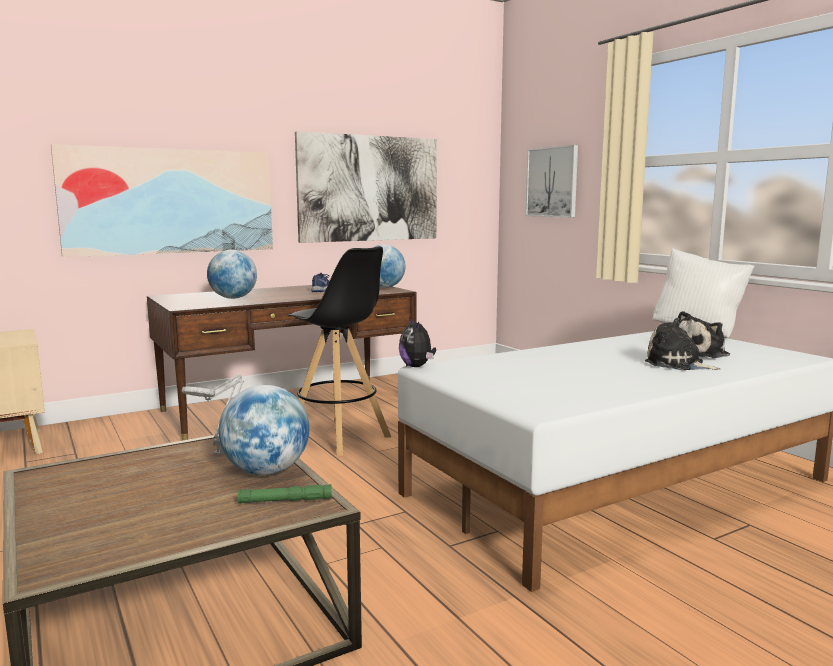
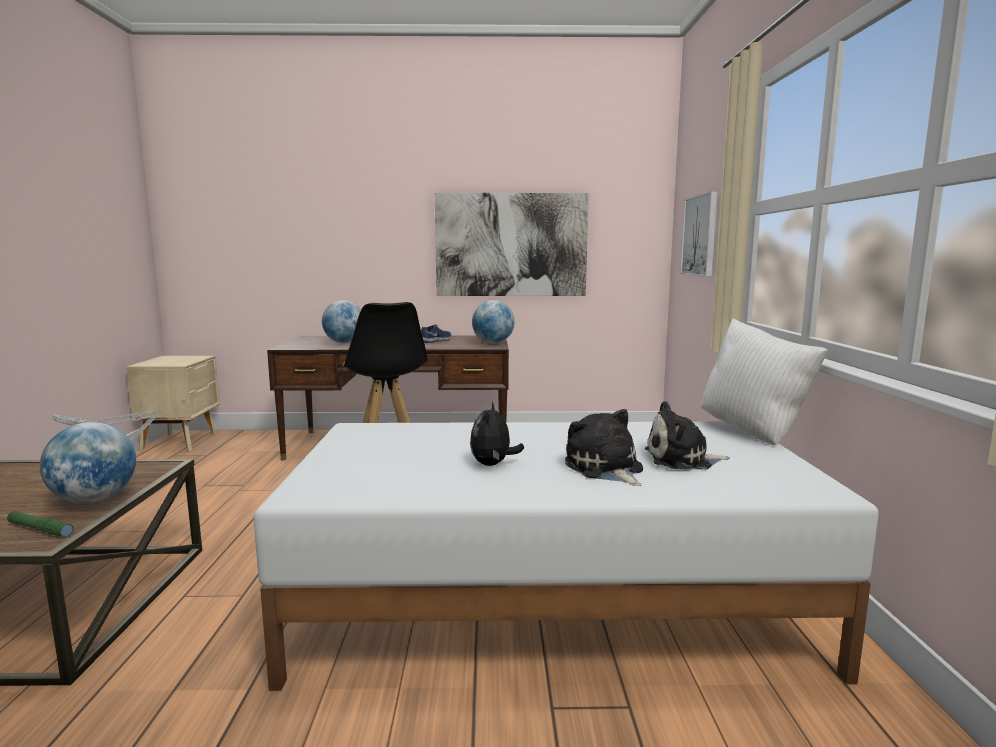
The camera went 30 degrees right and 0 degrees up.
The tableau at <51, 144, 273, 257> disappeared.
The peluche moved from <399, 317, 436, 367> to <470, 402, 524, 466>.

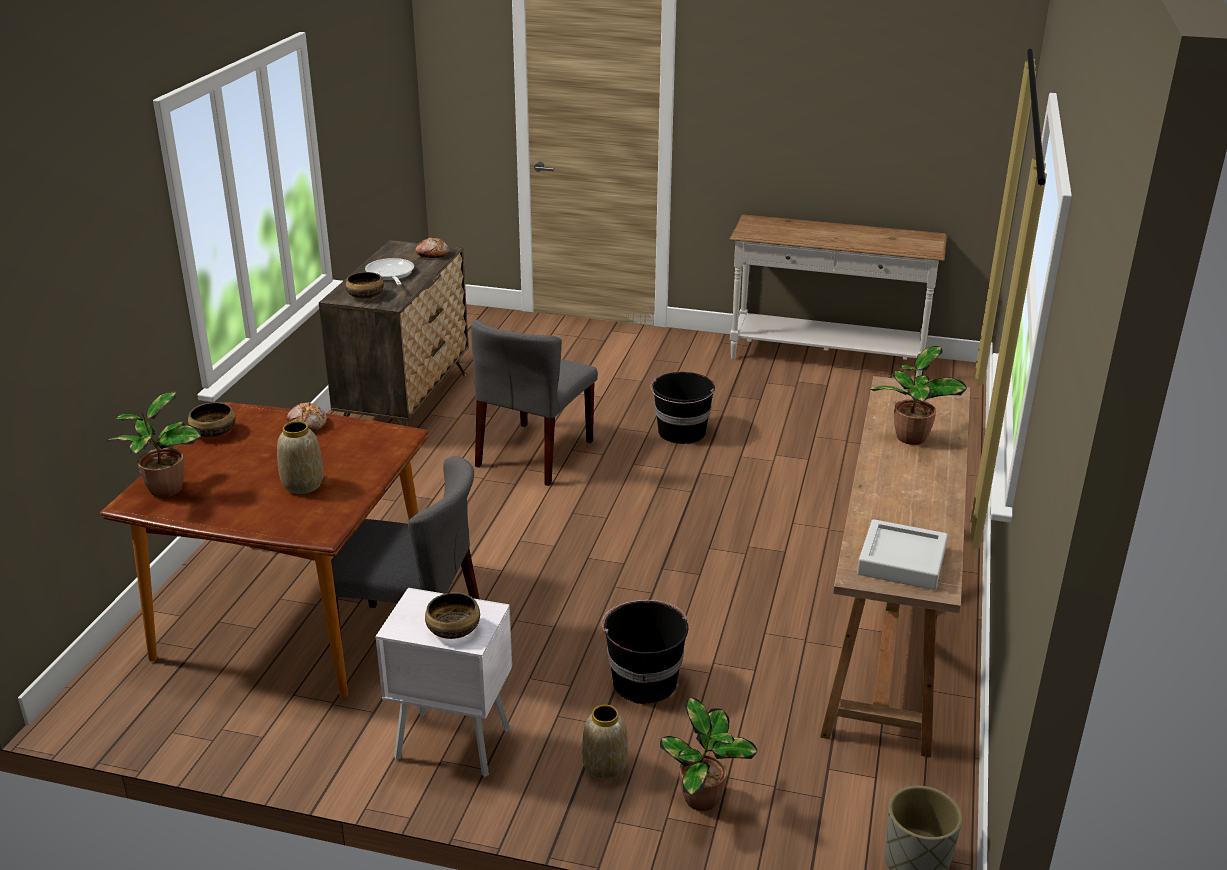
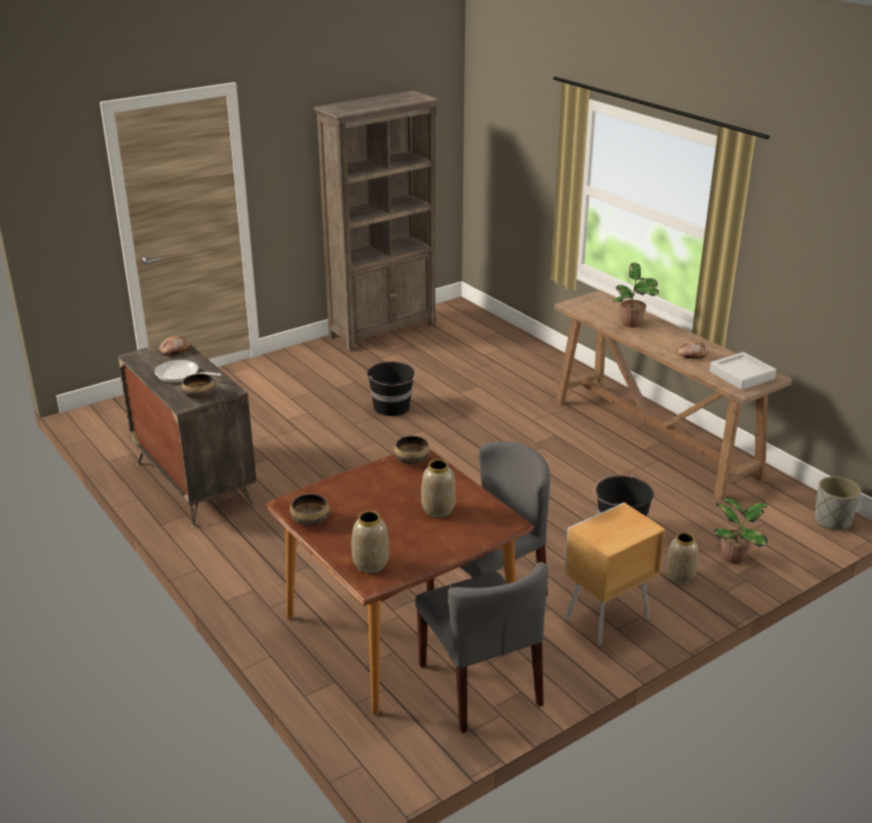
The camera went 50 degrees left and 0 degrees up.
The pain moved from <287, 402, 327, 431> to <677, 341, 709, 359>.
The bol moved from <425, 593, 480, 639> to <394, 436, 430, 464>.
The chaise/gris moved from <471, 320, 598, 486> to <415, 562, 548, 733>.
The plante en pot at <107, 392, 201, 498> was replaced by the vase at <352, 511, 389, 573>.
The table console/blanc at <729, 215, 947, 377> was replaced by the bibliothèque/marron at <313, 90, 440, 351>.
The table de chevet/blanc at <375, 588, 512, 777> became the table de chevet/marron at <564, 503, 666, 646>.

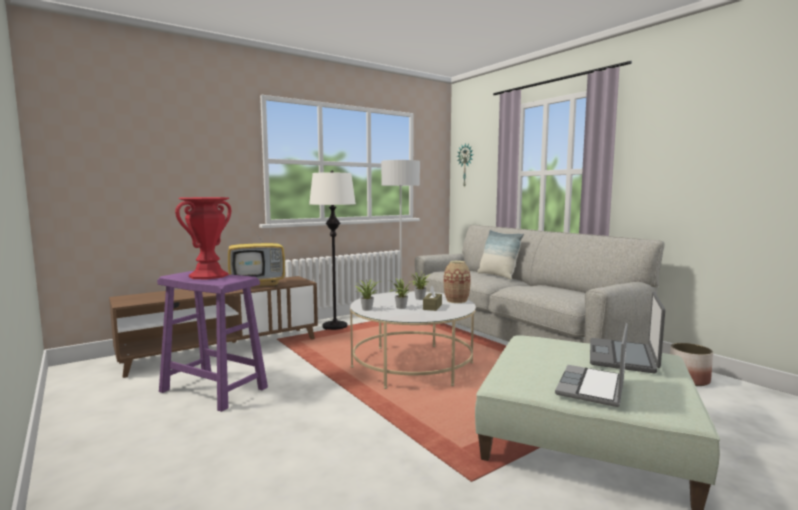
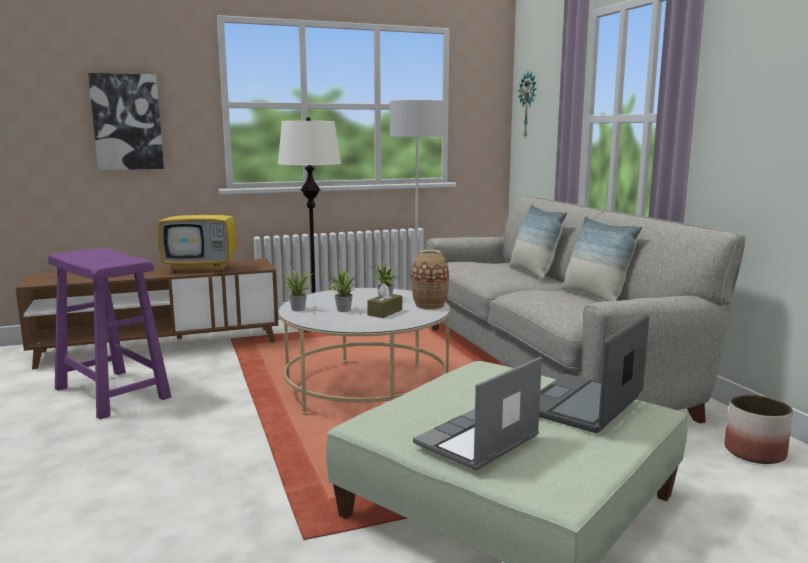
The camera went 15 degrees right and 5 degrees up.
The vase/rouge at <175, 197, 231, 279> disappeared.
The tableau at <88, 73, 164, 170> appeared.
The coussin at <561, 216, 642, 301> appeared.

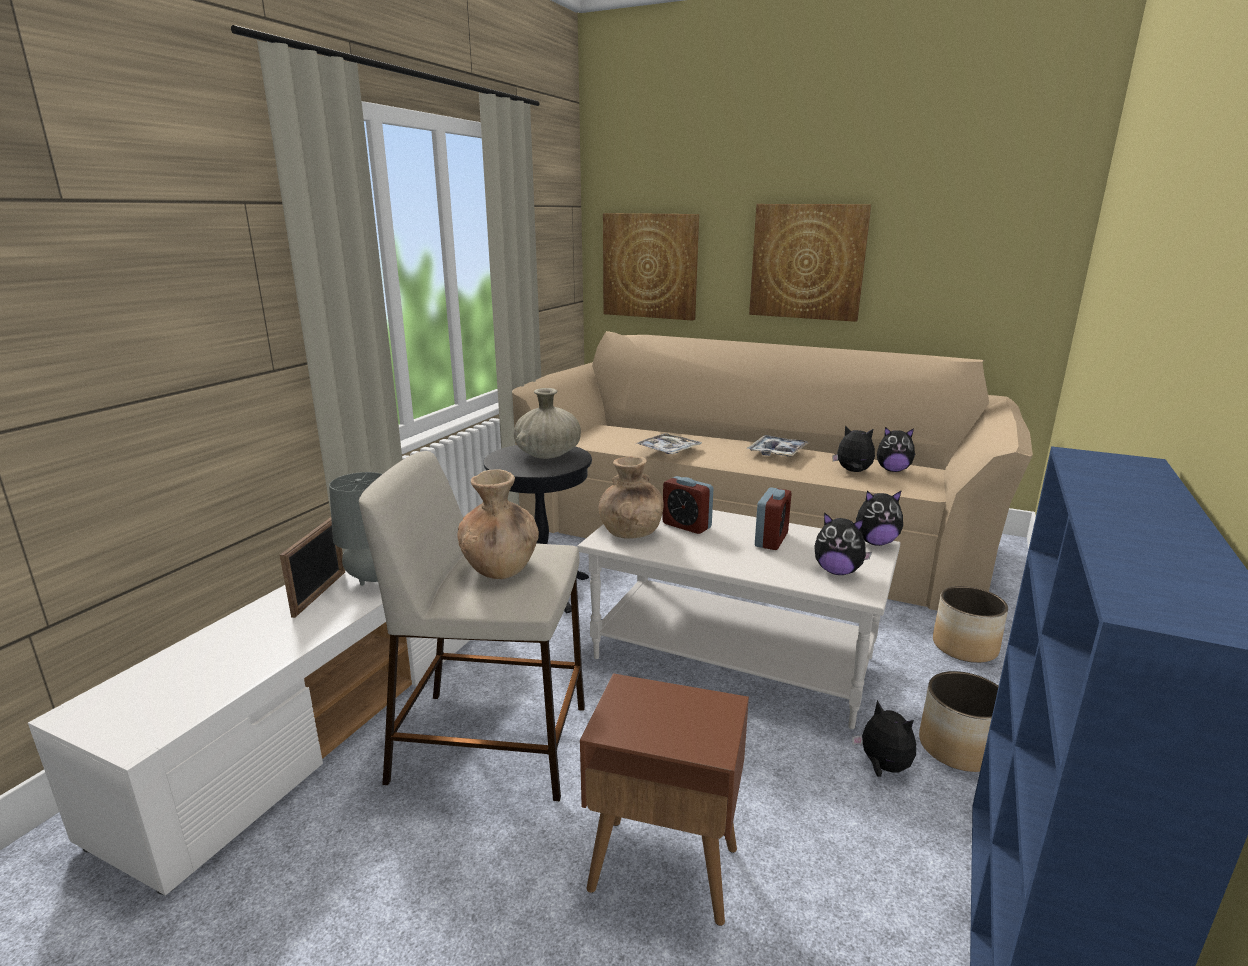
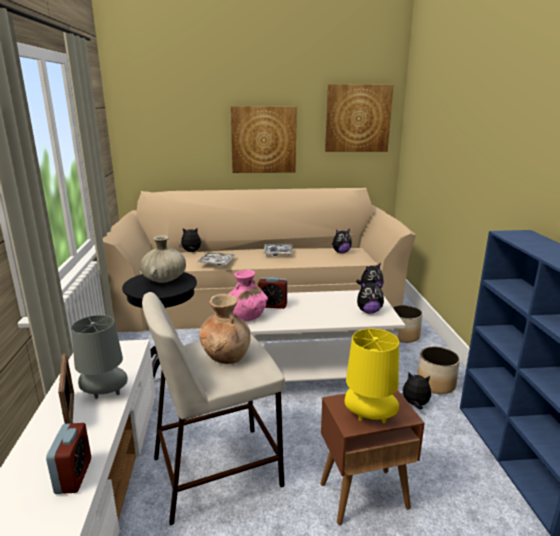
The camera went 30 degrees left and 0 degrees up.
The lampe de table/jaune at <344, 329, 399, 424> appeared.
The tableau moved from <603, 213, 699, 321> to <325, 84, 393, 152>.
The réveil moved from <755, 487, 791, 550> to <46, 423, 91, 494>.
The peluche moved from <832, 425, 875, 472> to <179, 228, 201, 252>.
The vase/marron at <599, 456, 664, 539> became the vase/rose at <229, 270, 268, 321>.

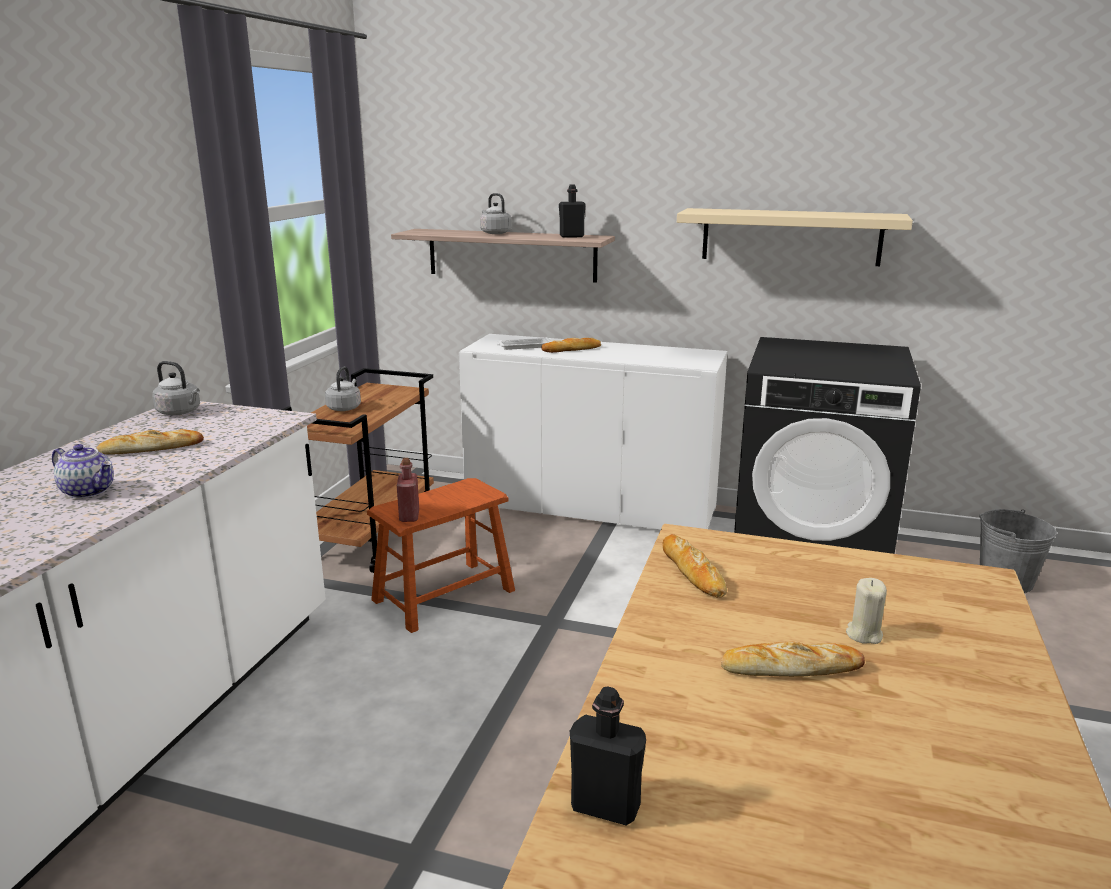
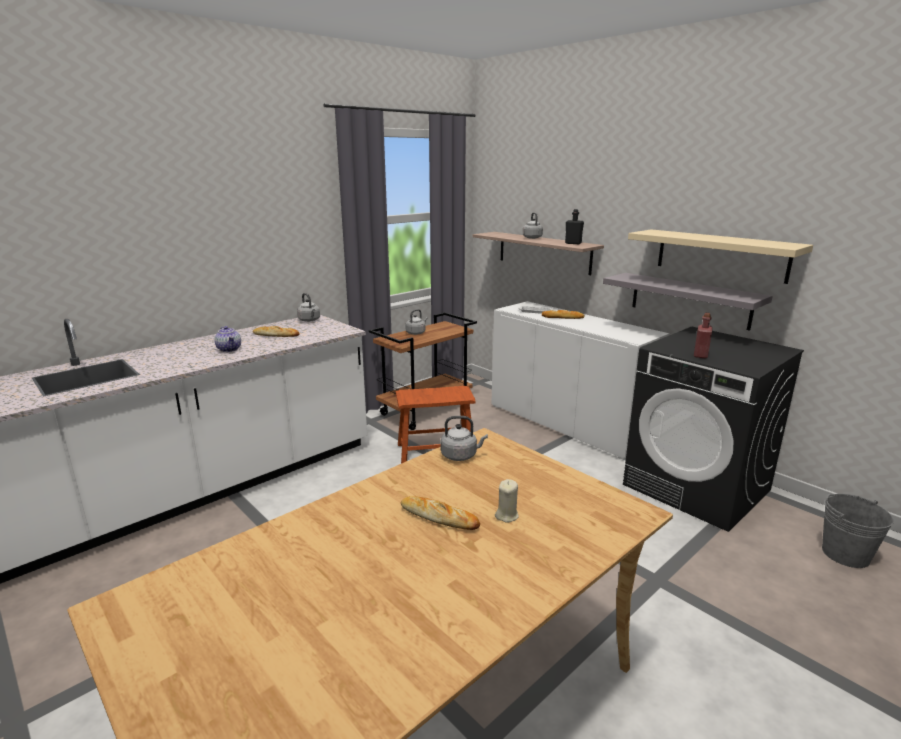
The camera went 30 degrees right and 0 degrees up.
The bouteille/noir at <570, 686, 646, 825> disappeared.
The étagère/gris at <603, 273, 773, 331> appeared.
The bouteille/rouge moved from <397, 458, 419, 522> to <694, 313, 712, 358>.
The pain at <663, 534, 727, 598> was replaced by the bouilloire/gris at <441, 416, 488, 461>.

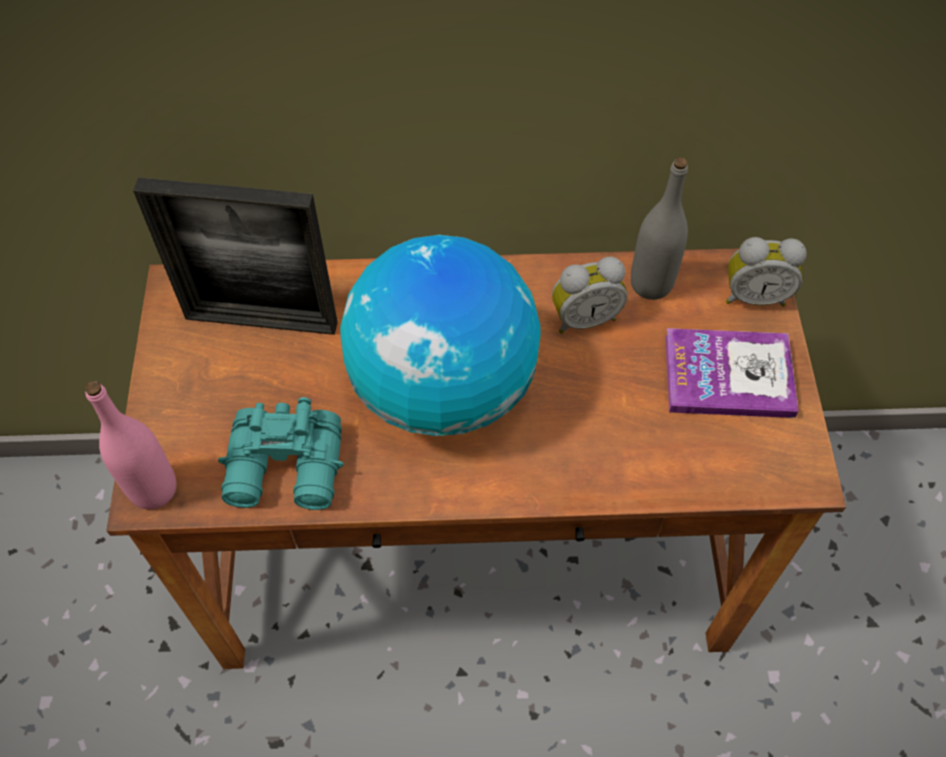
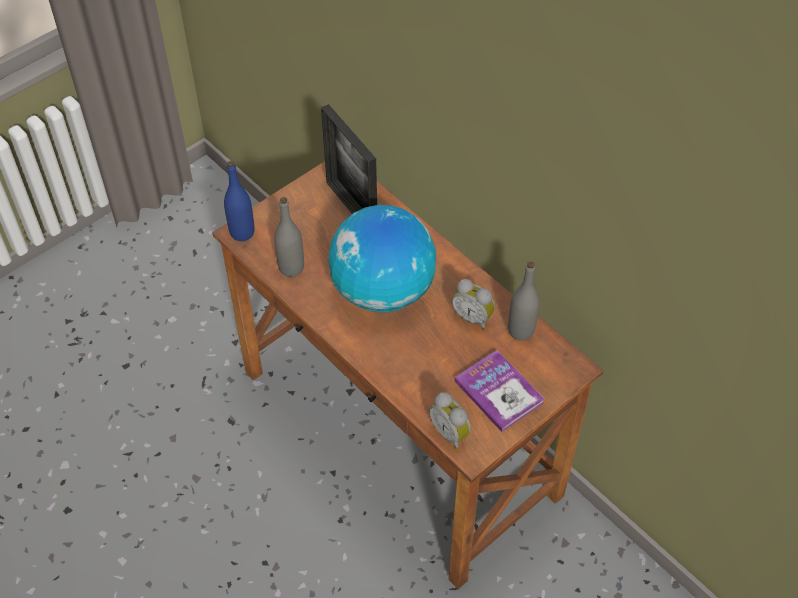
The camera went 50 degrees right and 5 degrees down.
The réveil moved from <726, 237, 807, 306> to <429, 392, 471, 450>.
The jumelles/turquoise at <218, 397, 343, 510> was replaced by the bouteille/gris at <274, 197, 304, 277>.
The bouteille/rose at <85, 381, 177, 509> became the bouteille/bleu at <224, 161, 255, 241>.

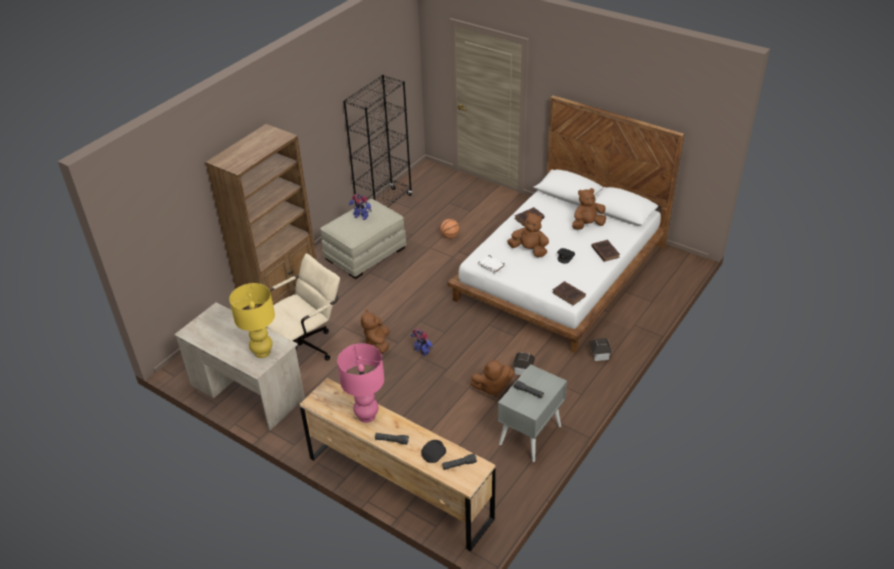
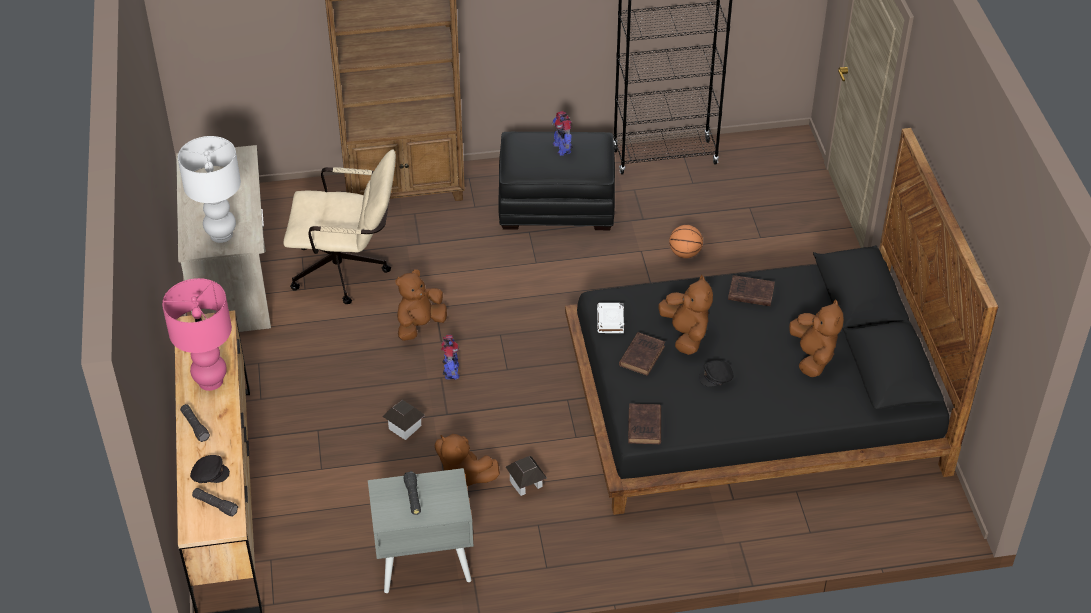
The camera went 45 degrees right and 5 degrees up.
The maison miniature moved from <589, 338, 612, 361> to <382, 400, 425, 440>.
The livre/marron moved from <591, 240, 620, 262> to <619, 332, 665, 376>.
The lampe de table/jaune at <229, 283, 275, 358> became the lampe de table/blanc at <178, 136, 241, 243>.
The pouf/beige at <320, 199, 406, 279> became the pouf/noir at <498, 132, 615, 230>.
The lit/blanc at <448, 95, 684, 353> became the lit/noir at <565, 128, 998, 515>.
The peluche/marron at <572, 188, 606, 229> turned 60 degrees clockwise.

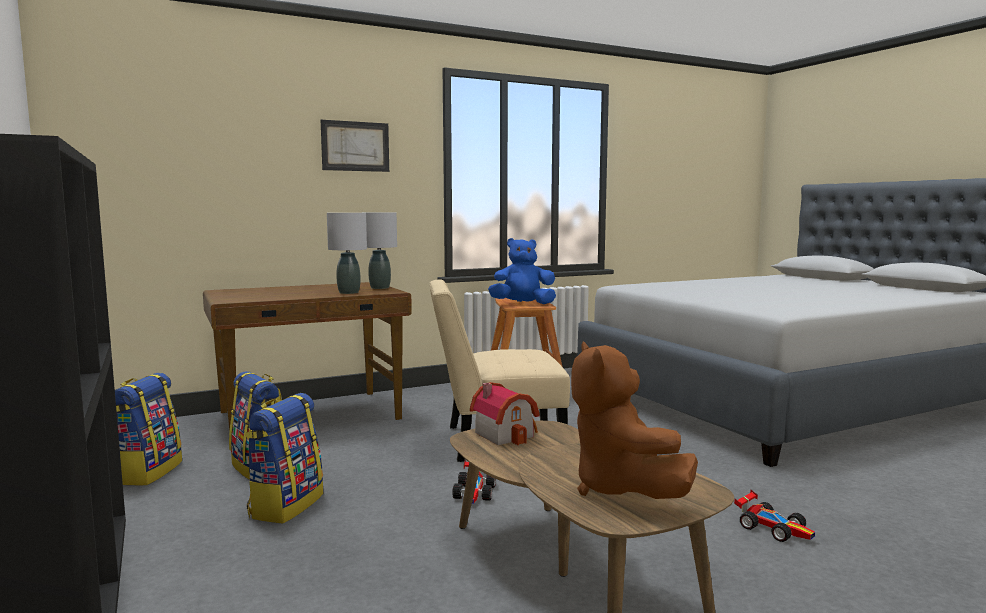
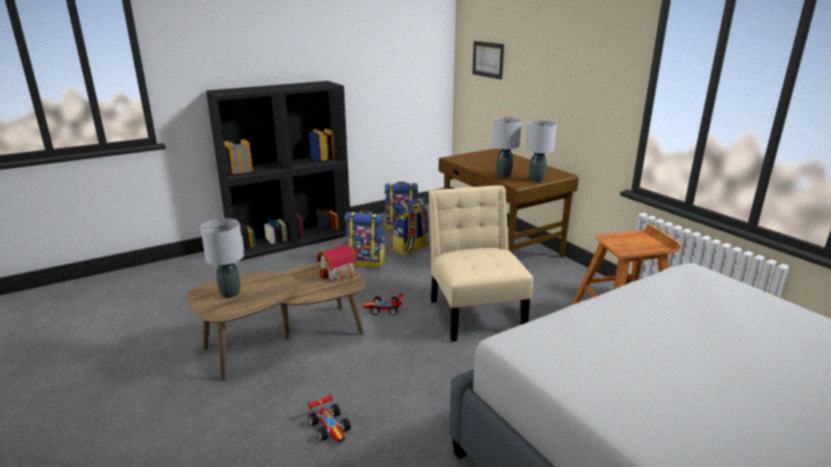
The camera went 85 degrees right and 15 degrees up.
The peluche/bleu at <488, 238, 556, 304> disappeared.
The tableau moved from <321, 120, 389, 172> to <472, 41, 504, 79>.
The peluche/marron at <571, 342, 698, 499> was replaced by the lampe de table/gris at <200, 218, 244, 298>.
The petite voiture at <734, 490, 815, 542> turned 75 degrees counterclockwise.

